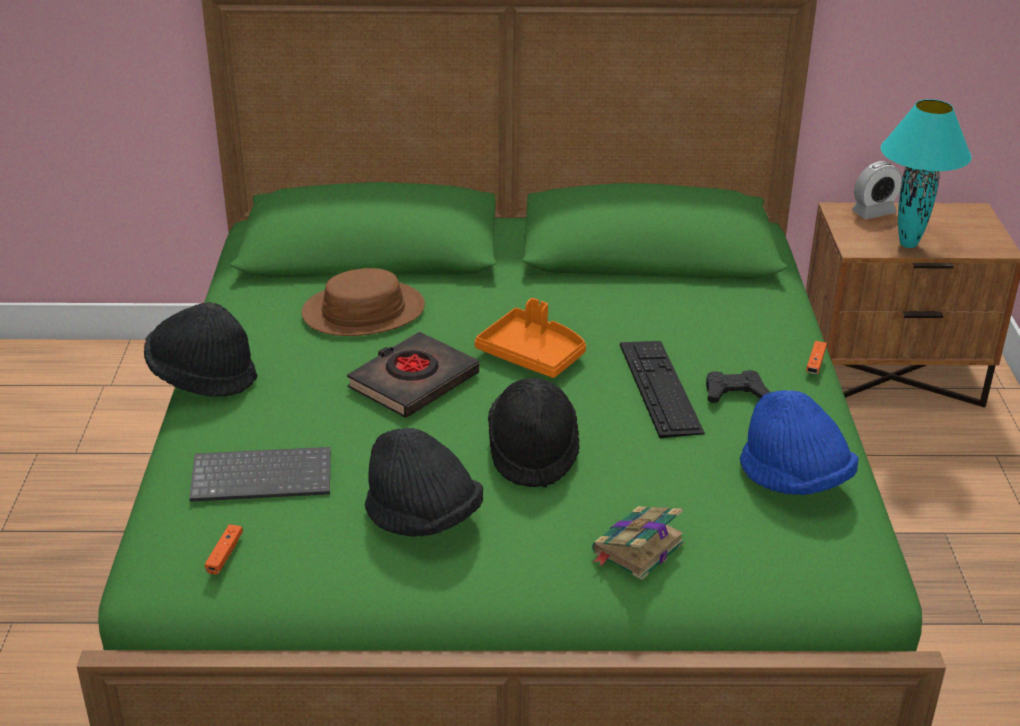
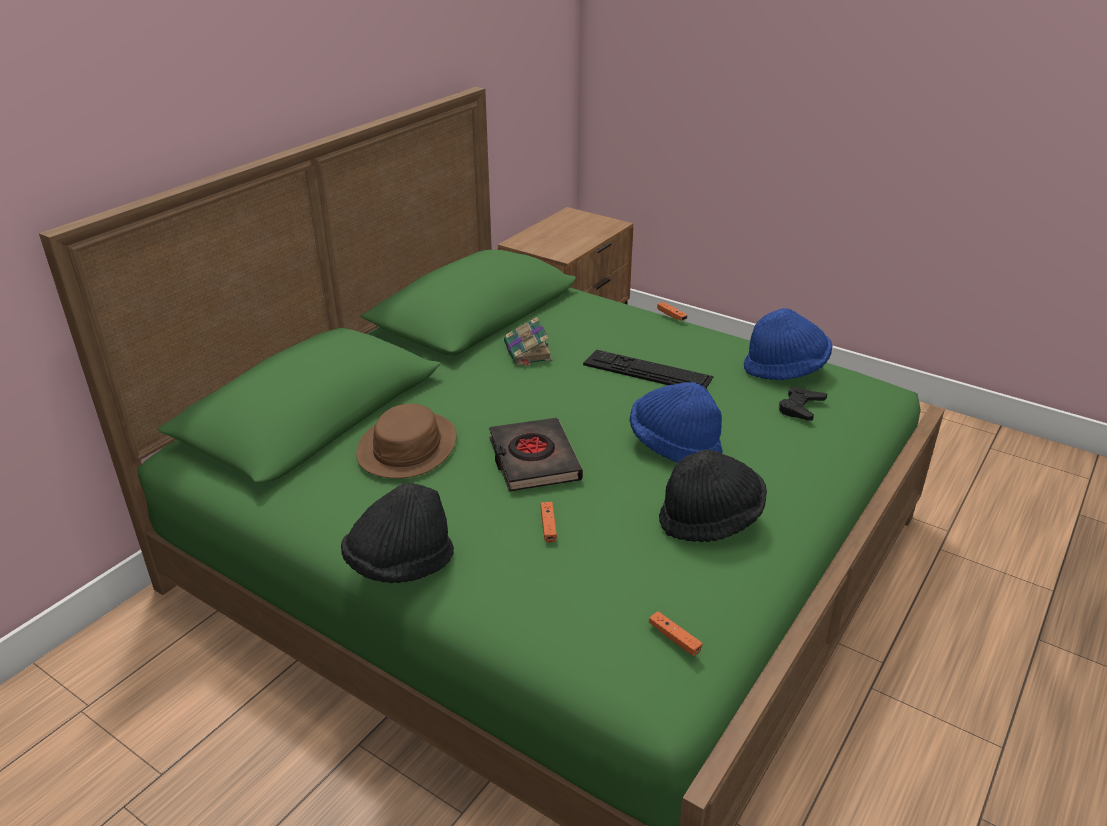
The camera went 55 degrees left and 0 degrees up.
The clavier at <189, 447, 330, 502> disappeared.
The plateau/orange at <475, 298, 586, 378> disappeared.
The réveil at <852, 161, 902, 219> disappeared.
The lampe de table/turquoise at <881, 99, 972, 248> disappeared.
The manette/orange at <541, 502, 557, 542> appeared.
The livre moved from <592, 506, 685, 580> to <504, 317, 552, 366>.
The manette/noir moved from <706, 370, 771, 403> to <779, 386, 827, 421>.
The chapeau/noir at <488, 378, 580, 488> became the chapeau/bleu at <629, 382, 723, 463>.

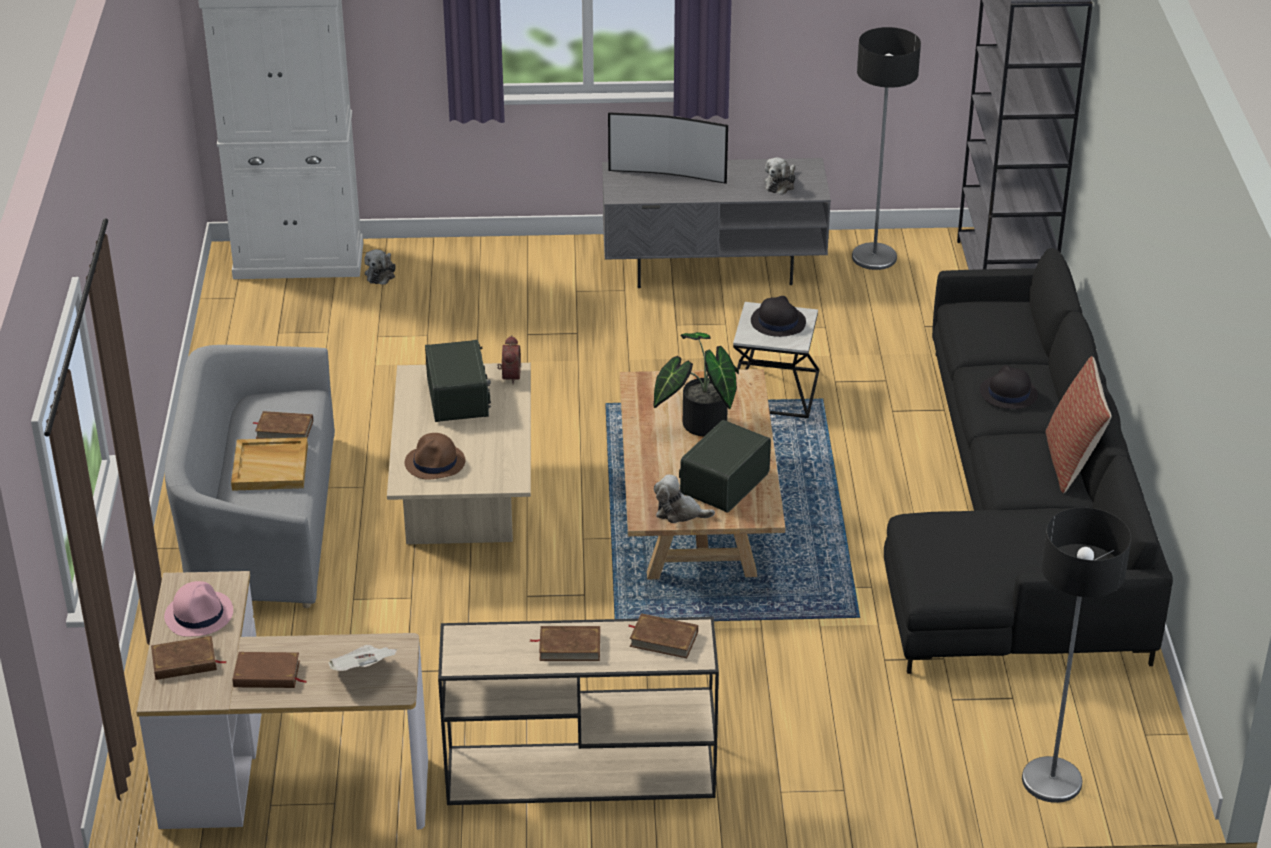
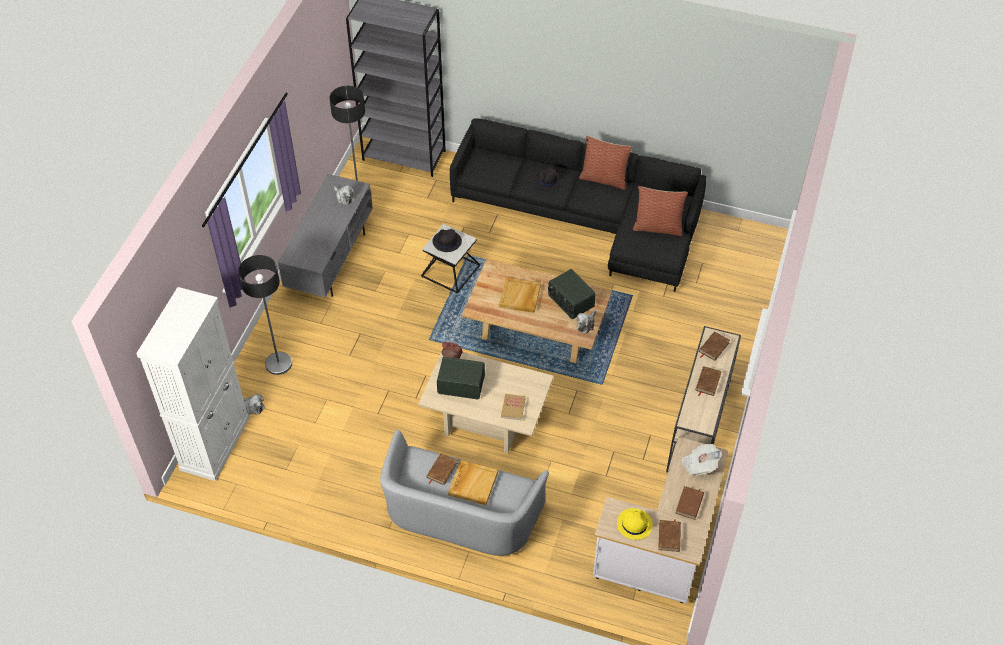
The camera went 70 degrees left and 15 degrees up.
The téléviseur at <608, 112, 728, 184> disappeared.
The coussin at <633, 186, 688, 236> appeared.
The lampadaire moved from <1022, 507, 1131, 803> to <238, 255, 292, 375>.
The chapeau/marron at <405, 433, 465, 480> was replaced by the livre at <501, 394, 526, 420>.
The plante en pot at <653, 332, 739, 437> was replaced by the plateau/beige at <499, 278, 541, 313>.
The chapeau/rose at <164, 581, 233, 637> became the chapeau/jaune at <617, 508, 653, 540>.

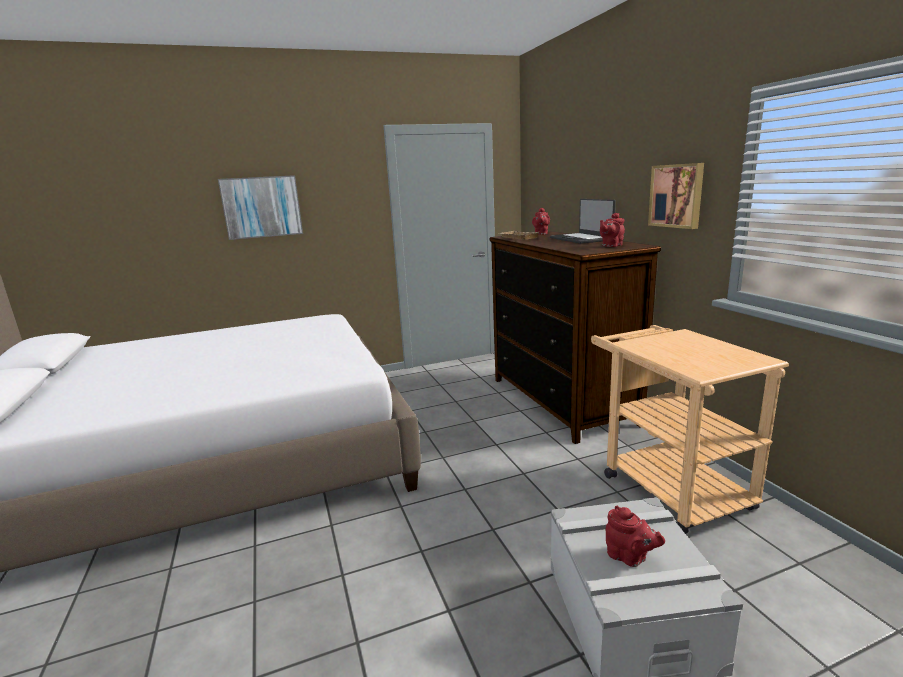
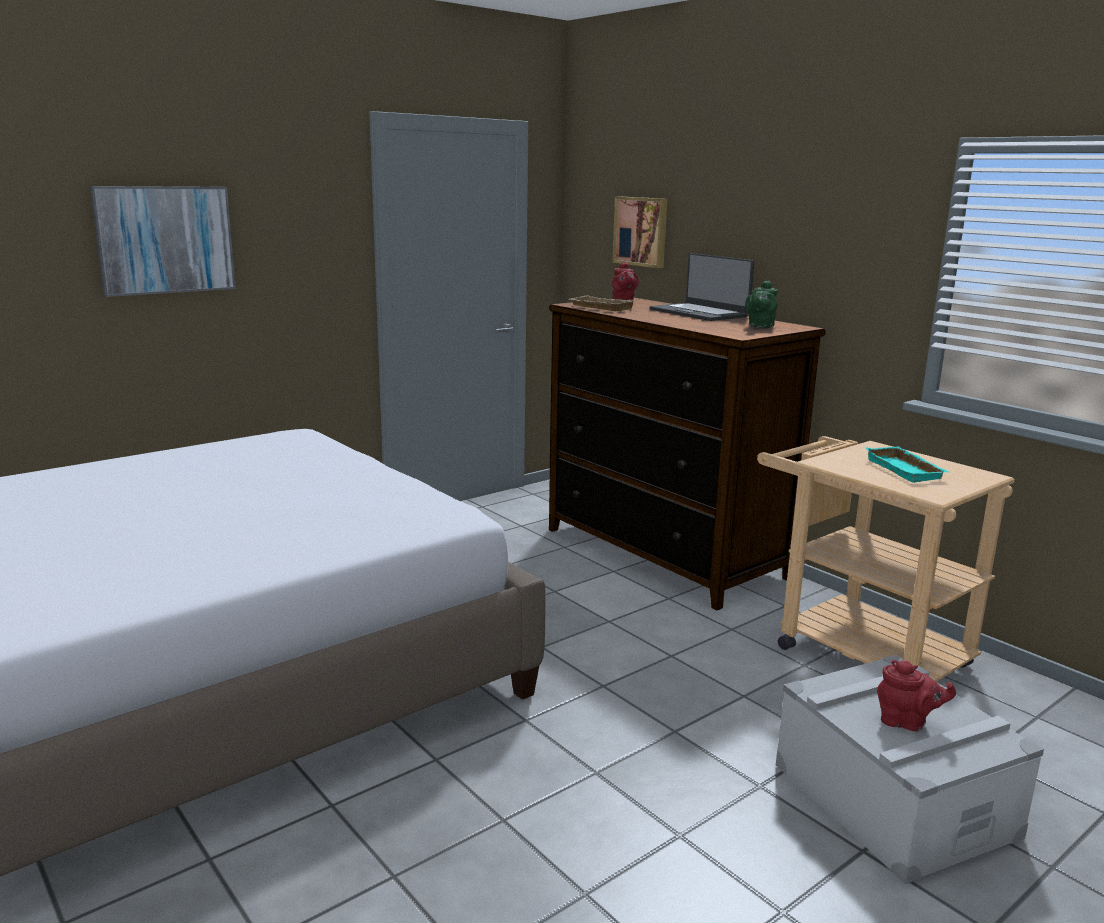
The camera went 20 degrees left and 0 degrees up.
The plateau/turquoise at <866, 446, 949, 483> appeared.
The tableau moved from <648, 163, 704, 229> to <612, 197, 667, 268>.
The théière/rouge at <600, 213, 625, 247> became the théière/vert at <745, 280, 778, 328>.

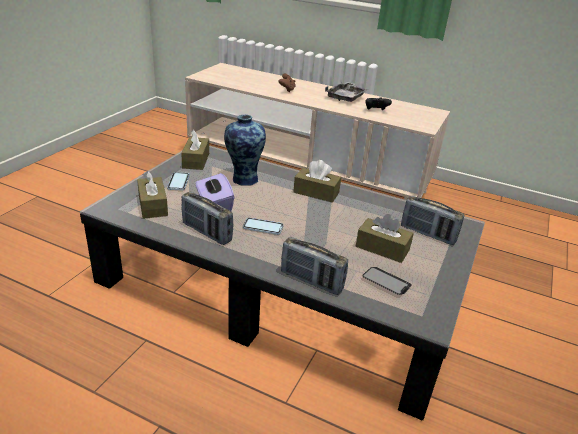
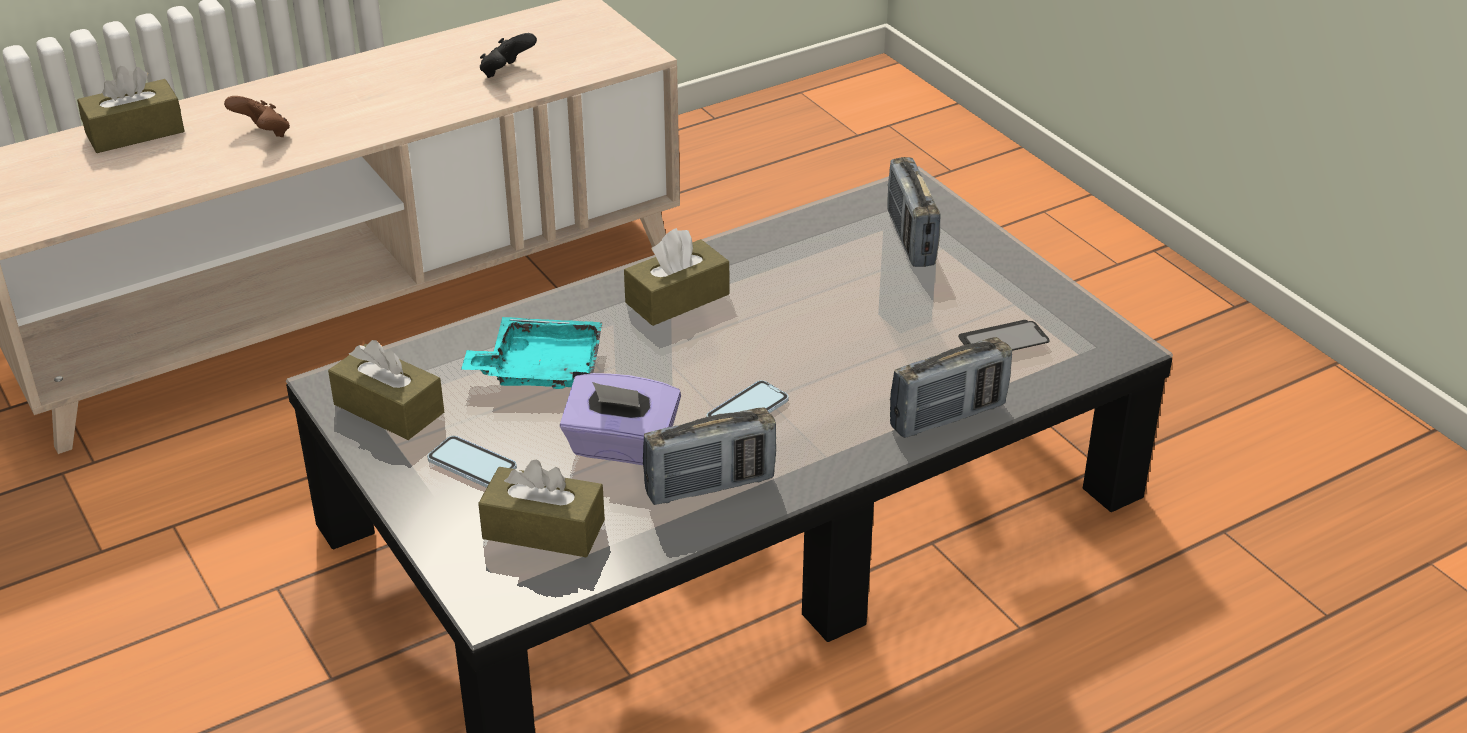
The camera went 55 degrees left and 5 degrees up.
The plateau/gris at <325, 82, 368, 102> disappeared.
The boîte à mouchoirs/marron moved from <356, 214, 414, 263> to <77, 66, 184, 153>.
The vase at <224, 115, 266, 186> was replaced by the plateau/turquoise at <461, 317, 602, 389>.
The radio at <401, 196, 464, 245> turned 105 degrees clockwise.

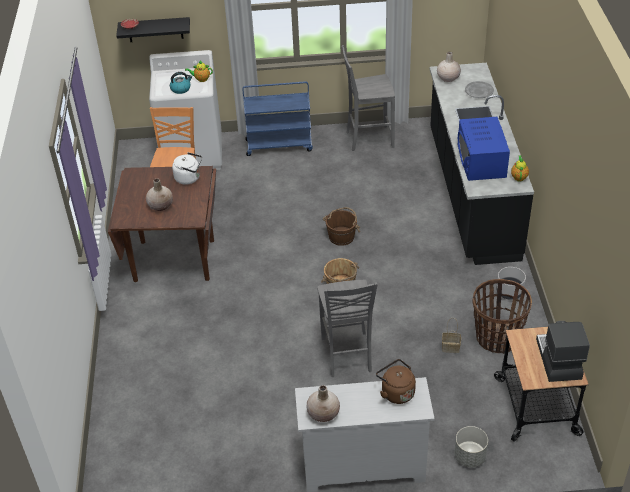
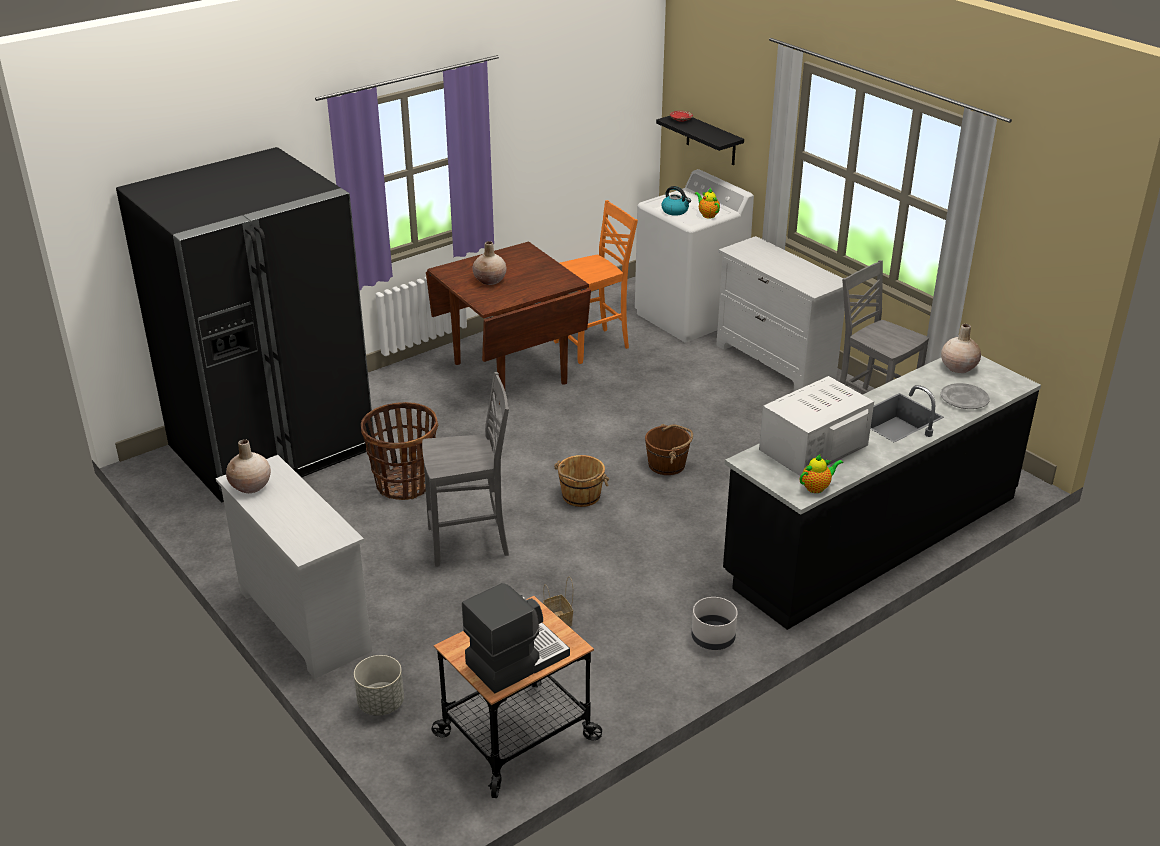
The camera went 55 degrees right and 10 degrees down.
The bouilloire/blanc at <172, 152, 202, 185> disappeared.
The bouilloire/marron at <376, 359, 416, 404> disappeared.
The réfrigérateur/noir at <116, 147, 374, 503> appeared.
The panier moved from <472, 279, 532, 354> to <361, 402, 438, 500>.
The chariot/bleu at <243, 82, 313, 156> was replaced by the commode/blanc at <716, 236, 845, 391>.
The micro-ondes/bleu at <458, 117, 510, 181> became the micro-ondes/blanc at <759, 376, 874, 476>.
The chaise/gris at <317, 280, 378, 377> turned 150 degrees counterclockwise.

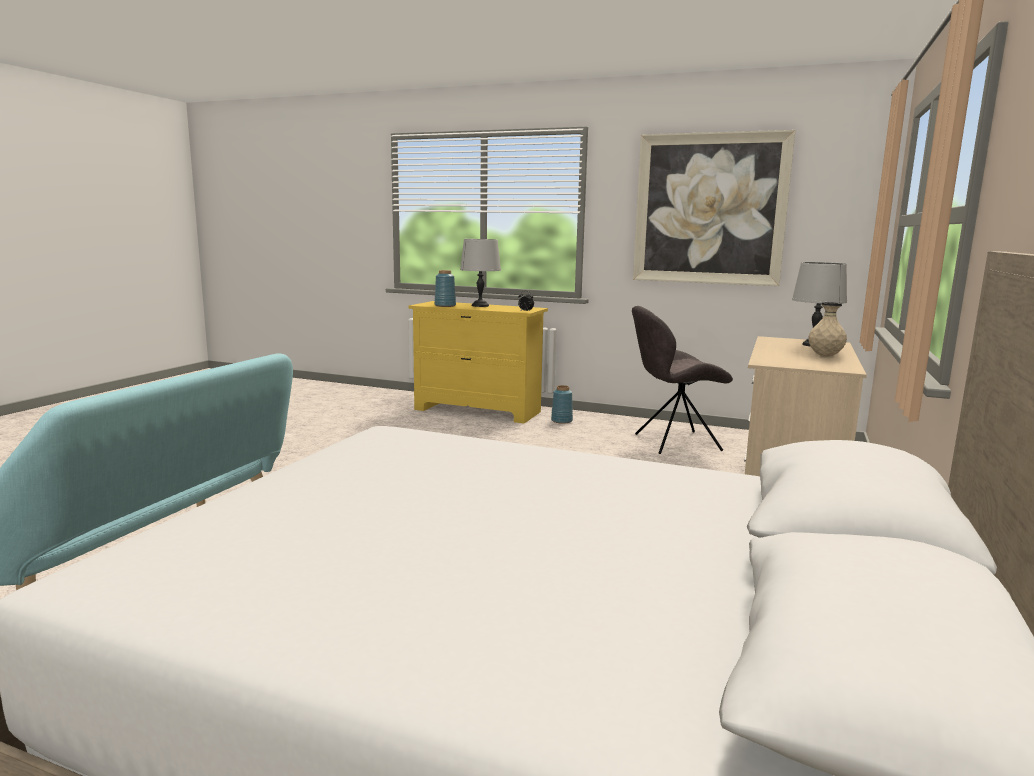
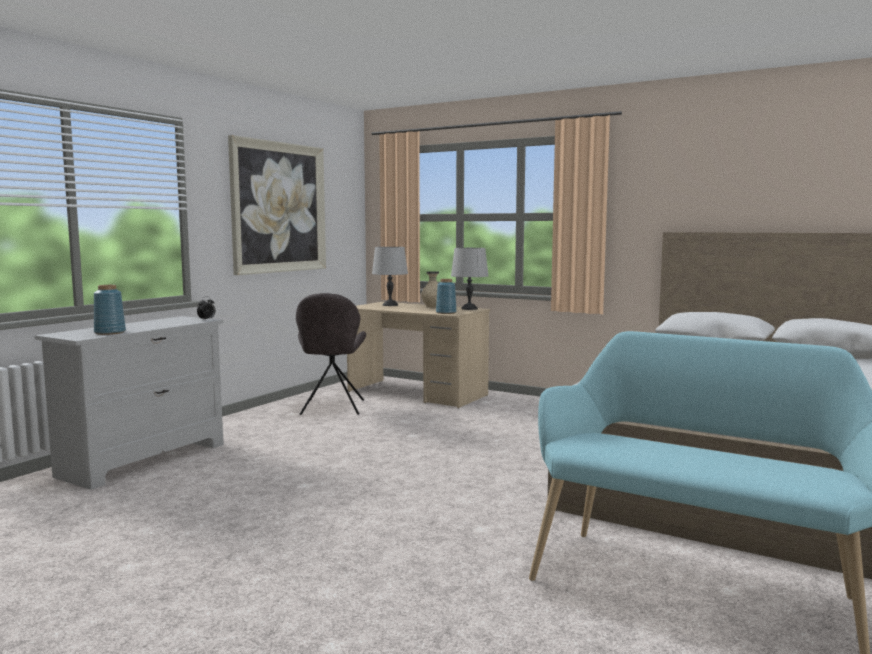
The camera went 80 degrees left and 5 degrees down.
The lampe de table/gris moved from <460, 239, 501, 307> to <451, 248, 489, 310>.
The vase/bleu moved from <551, 385, 573, 424> to <436, 279, 457, 314>.
The commode/jaune at <408, 301, 548, 424> became the commode/blanc at <34, 316, 224, 490>.

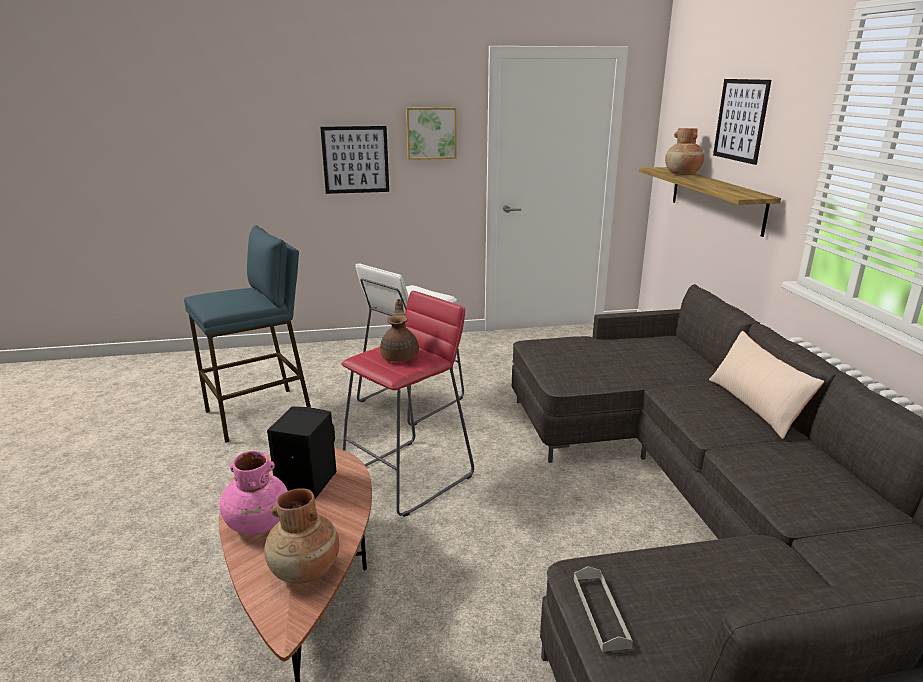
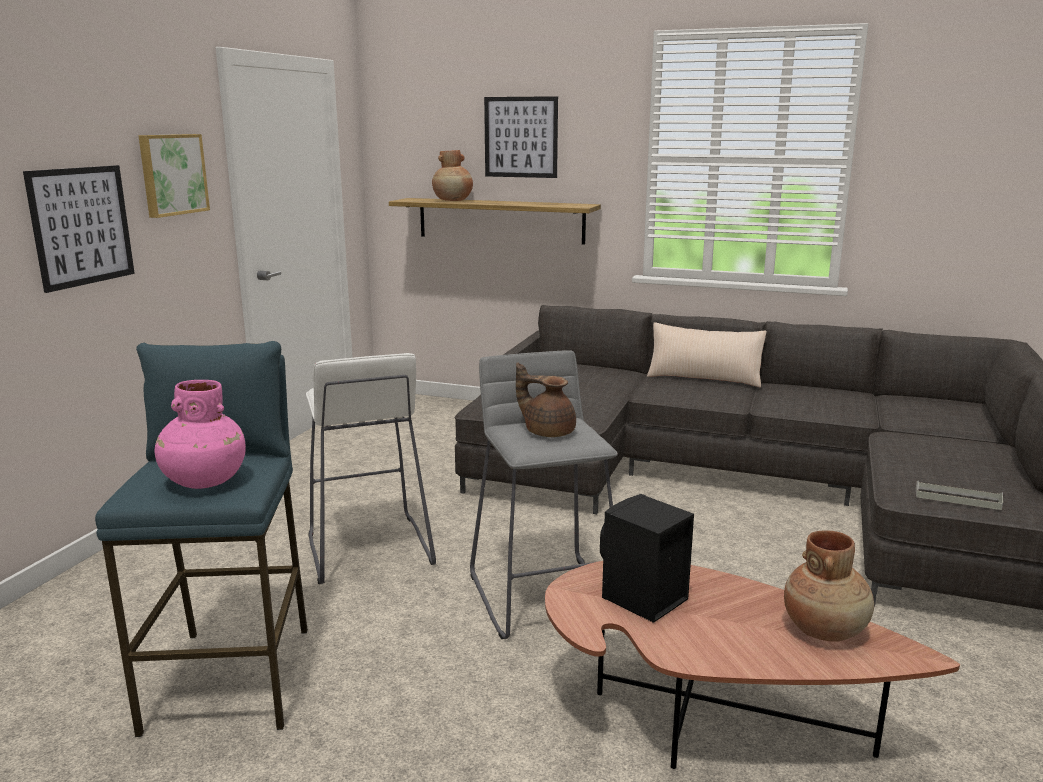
The camera went 60 degrees left and 5 degrees down.
The vase/rose moved from <220, 451, 288, 535> to <154, 380, 246, 489>.
The tabouret/rouge at <341, 291, 474, 517> became the tabouret/gris at <470, 350, 618, 639>.

